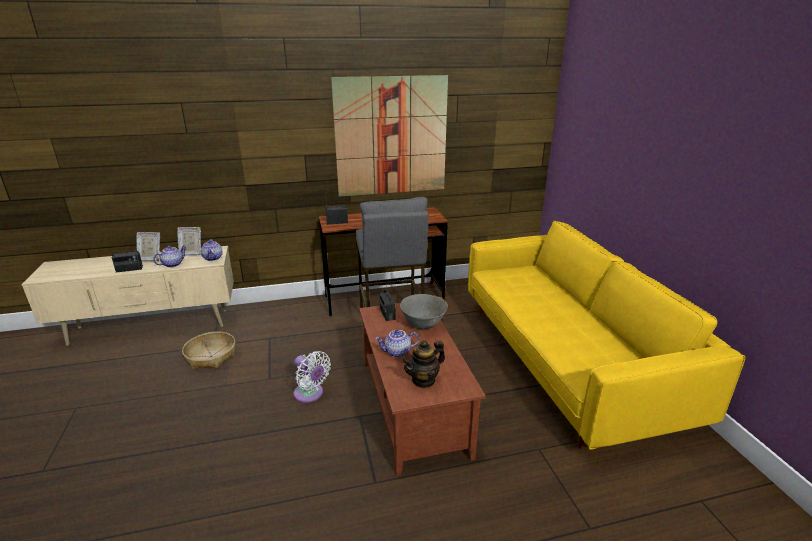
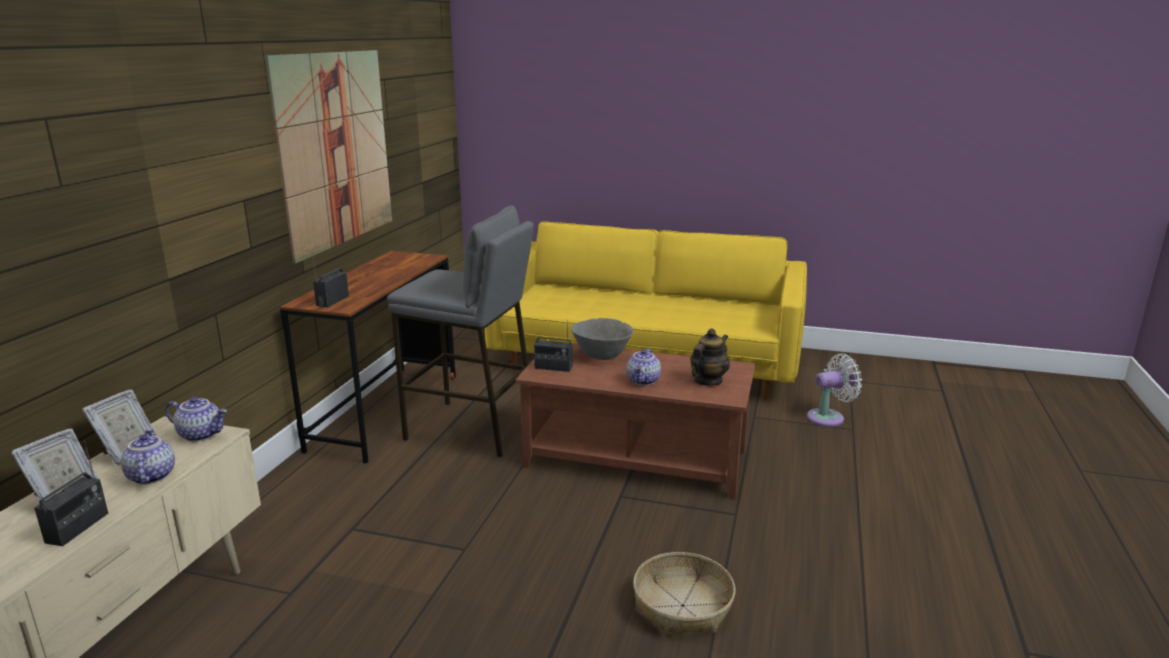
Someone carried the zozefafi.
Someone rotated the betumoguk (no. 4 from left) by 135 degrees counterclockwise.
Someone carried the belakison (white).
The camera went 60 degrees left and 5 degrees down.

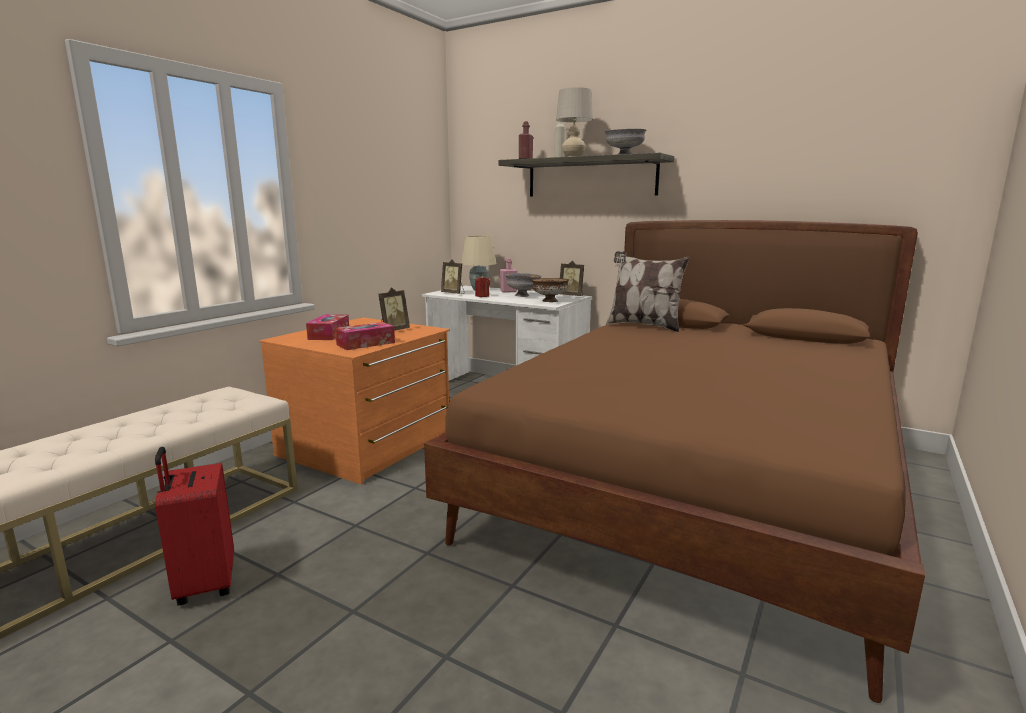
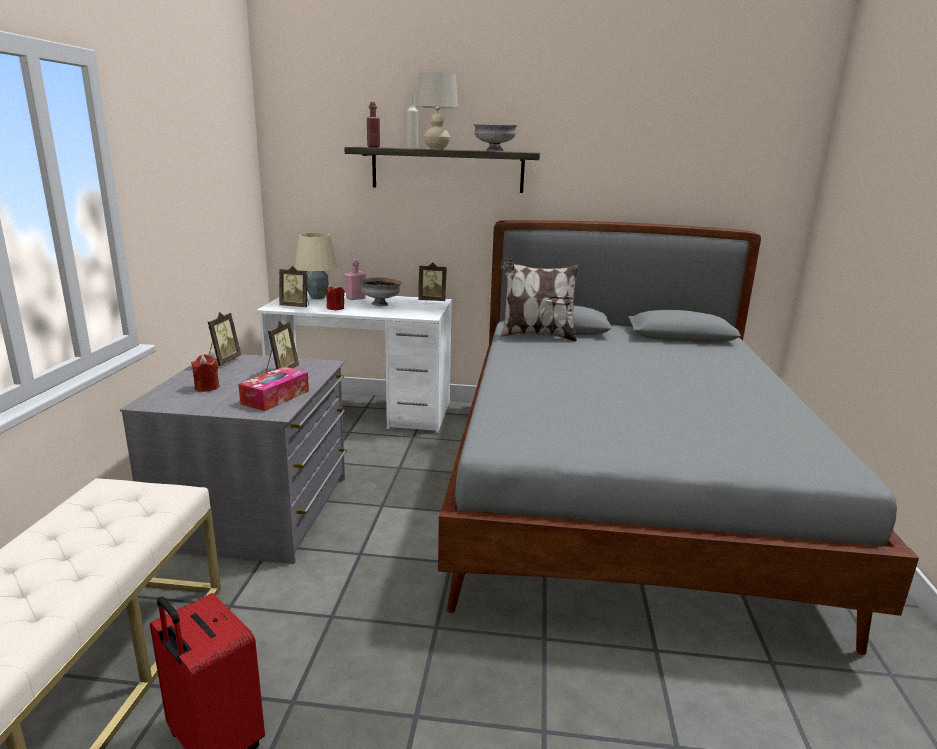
Someone repainted the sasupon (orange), which became the sasupon (grey).
Someone swapped the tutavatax (no. 1 from left) for the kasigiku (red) (no. 1 from left).
Someone put down the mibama (no. 1 from left).
Someone repainted the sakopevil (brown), which became the sakopevil (grey).
Someone took away the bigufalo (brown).
The camera went 25 degrees left and 5 degrees up.

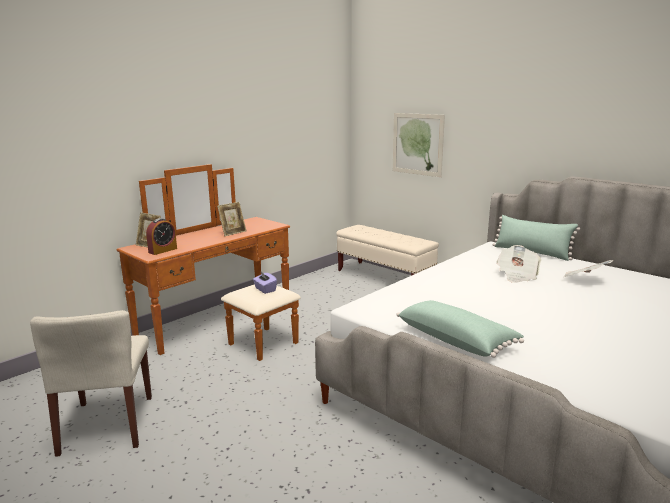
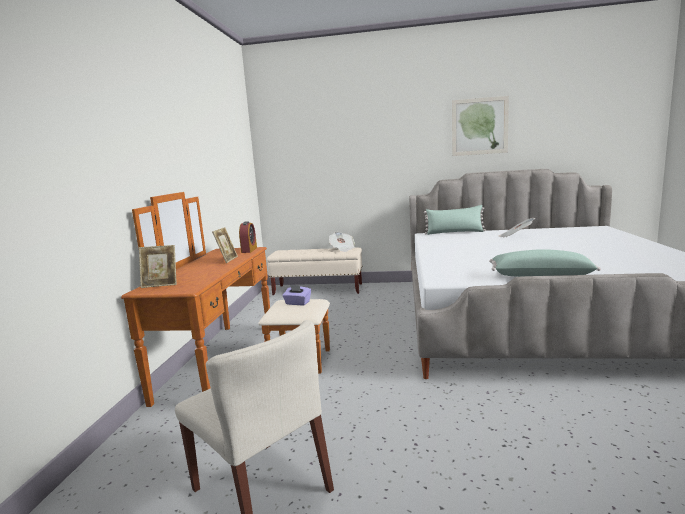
Someone carried the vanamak.
Someone carried the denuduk (no. 1 from left).
Someone carried the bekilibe.
The camera went 35 degrees left and 5 degrees down.

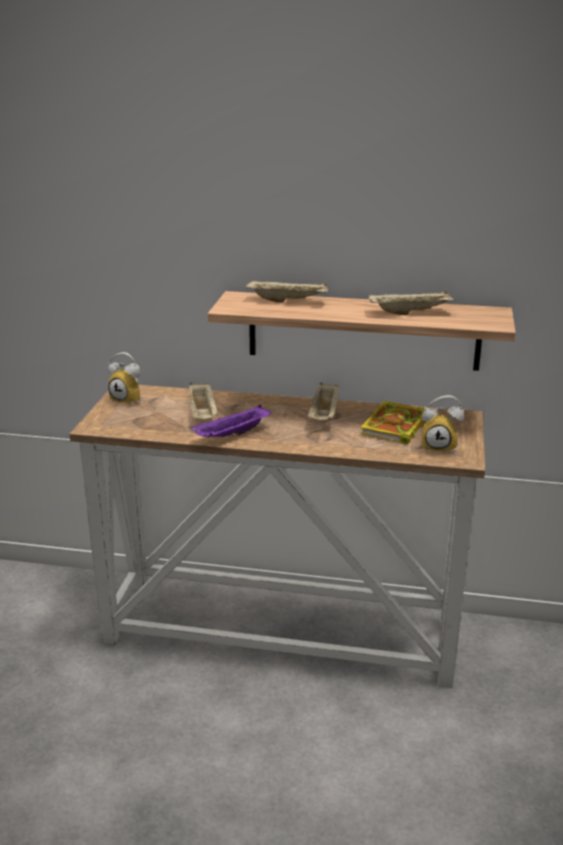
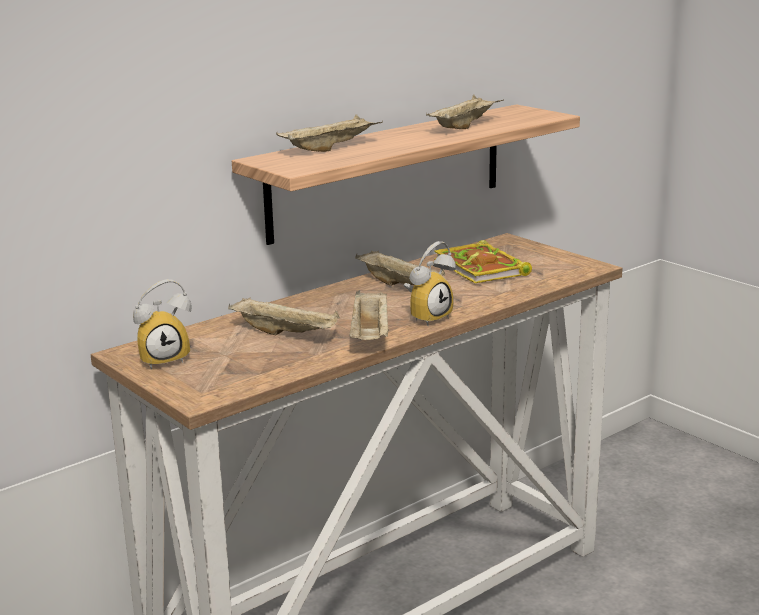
Someone repainted the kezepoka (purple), which became the kezepoka (beige) (no. 3 from left).
Someone carried the vanamak (no. 2 from left).
The camera went 50 degrees left and 5 degrees down.

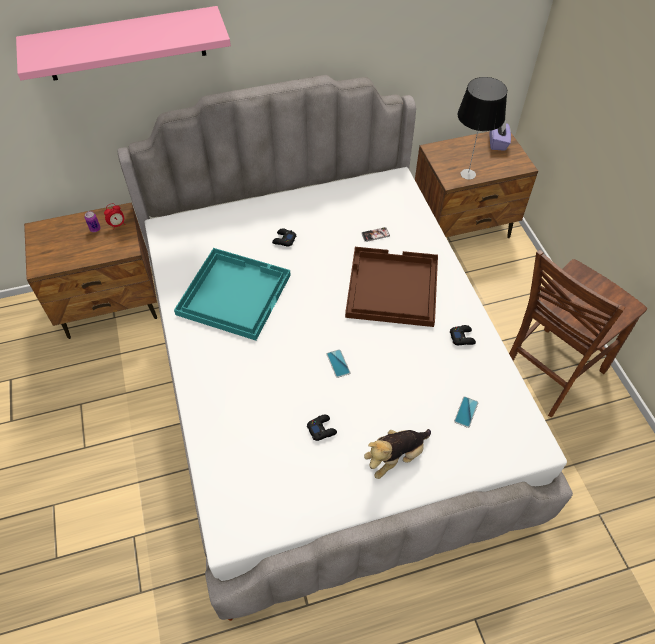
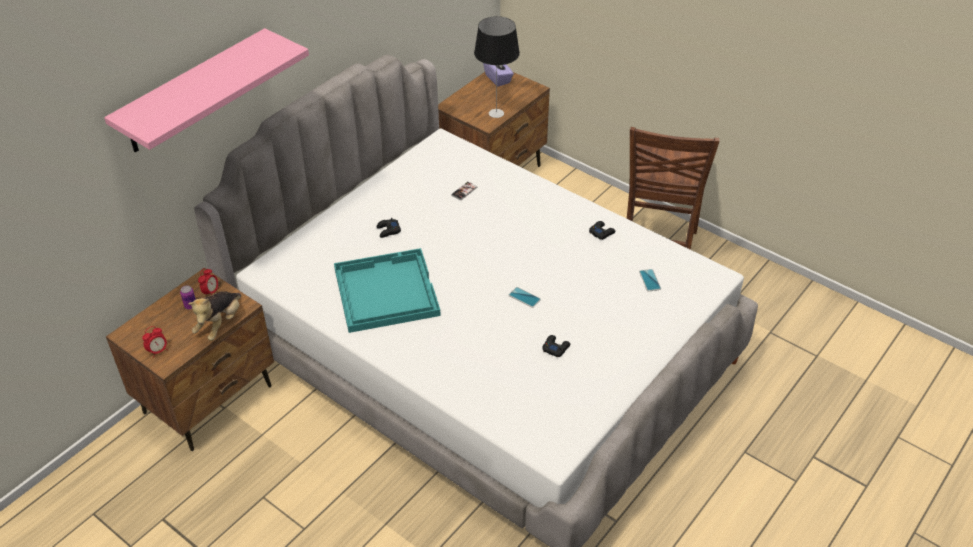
Someone put down the vanamak (no. 1 from left).
Someone carried the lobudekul.
Someone took away the kezepoka (brown).
The camera went 35 degrees left and 10 degrees down.

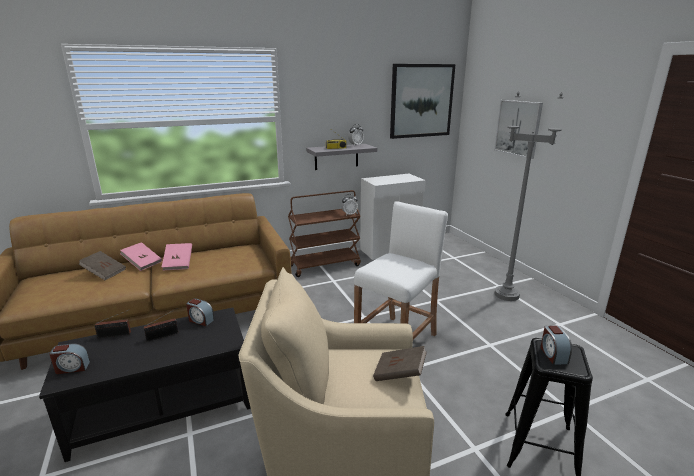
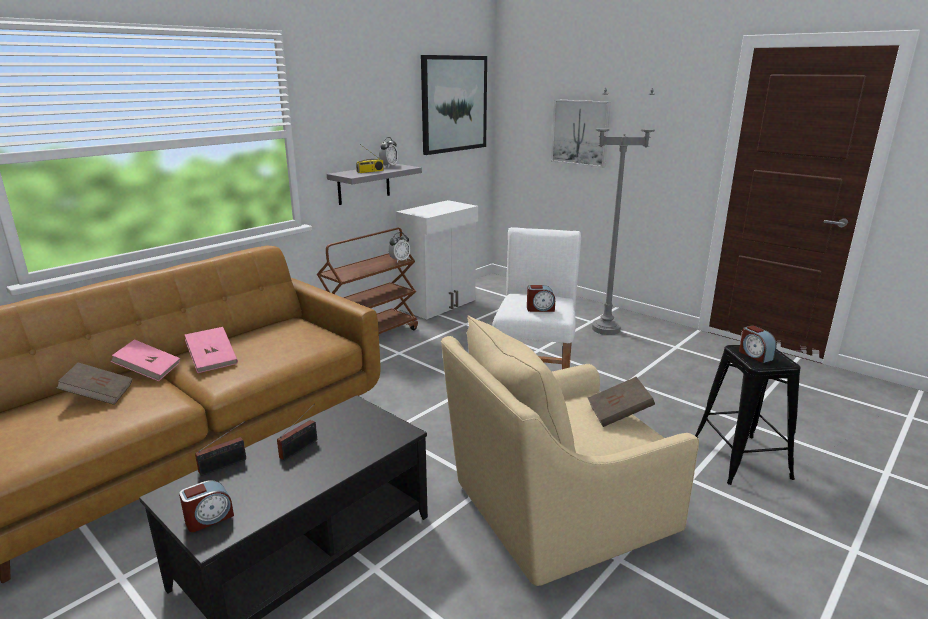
Someone carried the vanamak (no. 2 from left in the first image).
The camera went 25 degrees left and 0 degrees up.

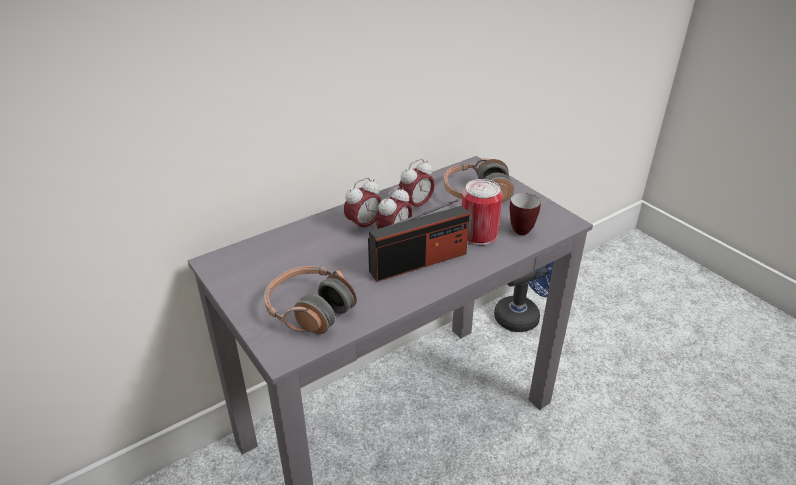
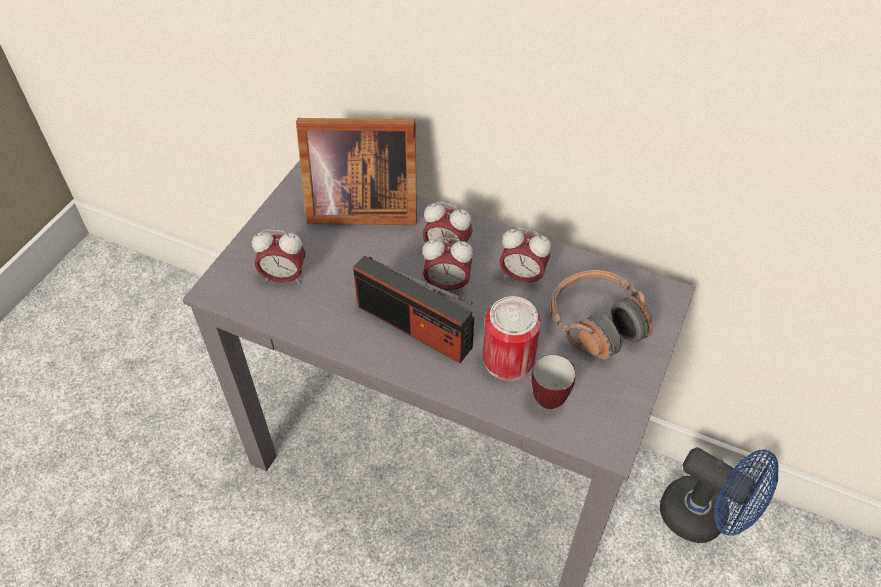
Someone swapped the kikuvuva (no. 1 from left) for the vanamak (no. 1 from left).
Someone put down the mibama.
The camera went 60 degrees right and 15 degrees up.

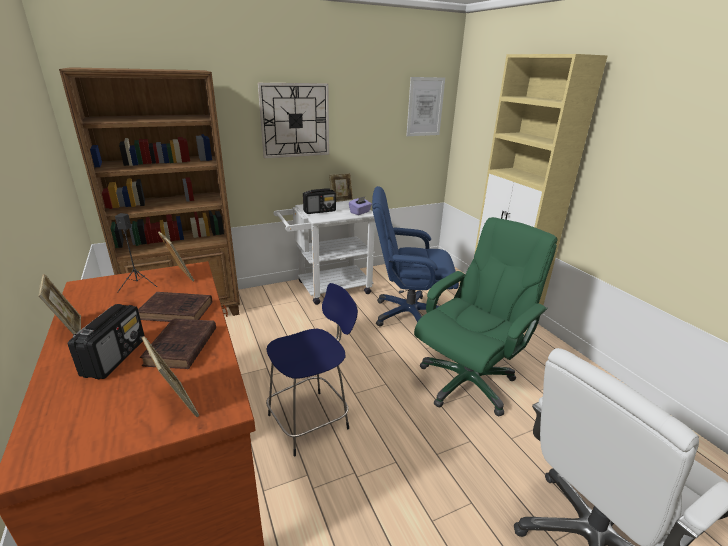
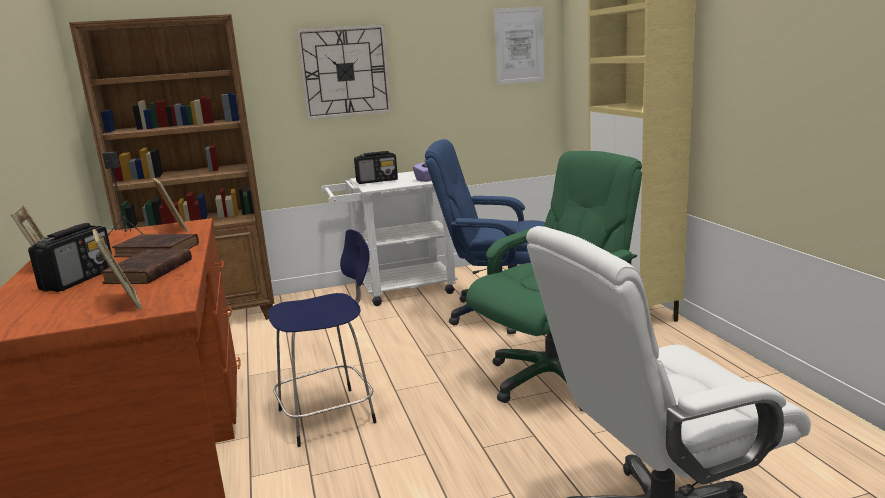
Someone took away the mibama (no. 4 from left).
The camera went 10 degrees right and 10 degrees down.

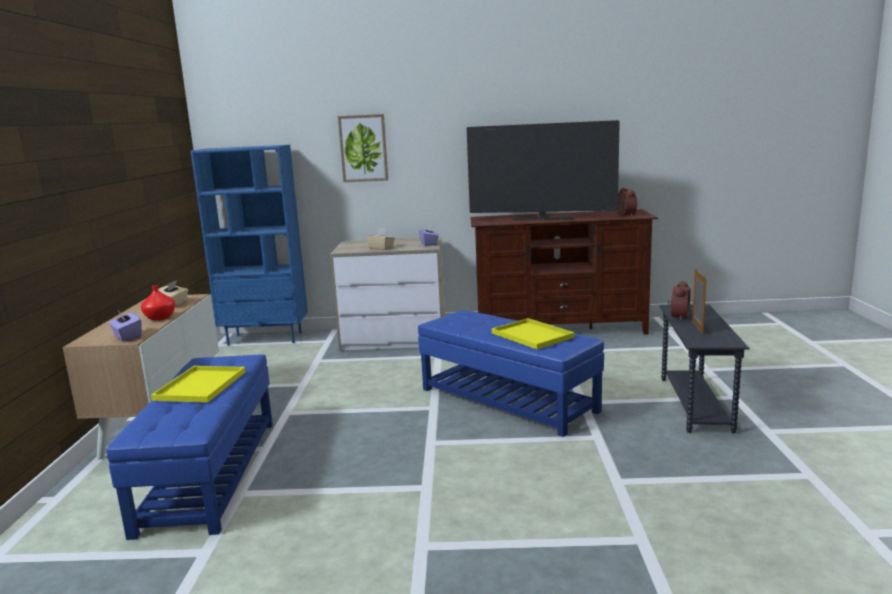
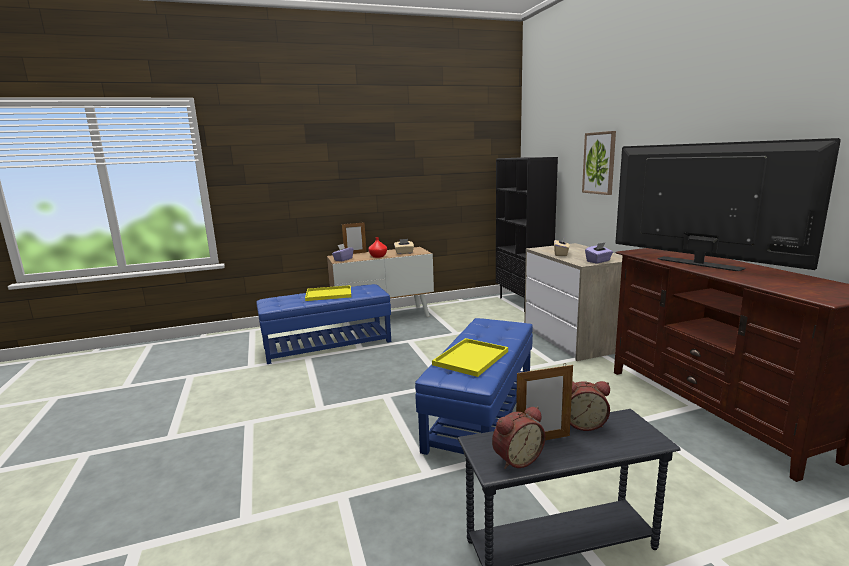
Someone put down the mibama (no. 1 from left).
Someone carried the vanamak (no. 1 from left).
Someone repainted the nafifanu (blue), which became the nafifanu (black).
Someone rotated the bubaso by 150 degrees clockwise.
The camera went 70 degrees right and 0 degrees up.

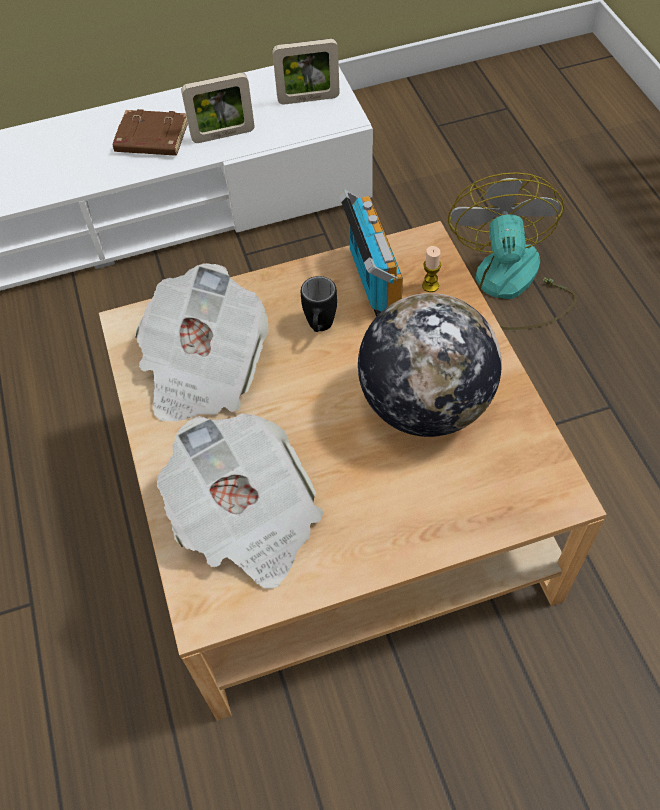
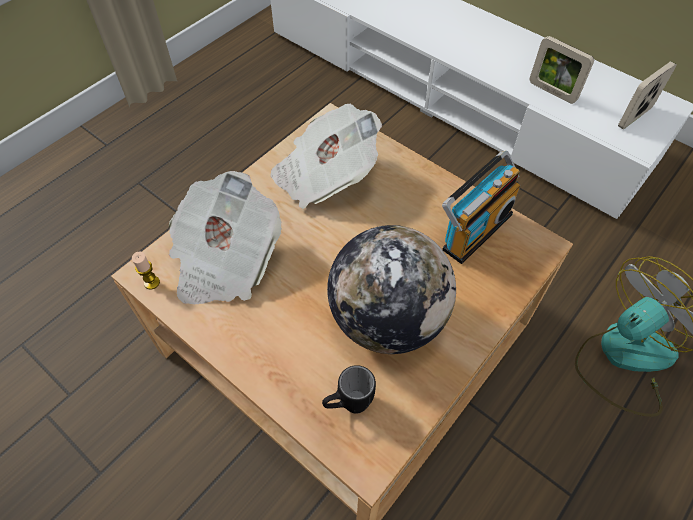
Someone carried the kasigiku.
Someone carried the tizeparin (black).
Someone rotated the mibama (no. 2 from left) by 90 degrees clockwise.
Someone took away the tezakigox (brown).
The camera went 55 degrees right and 0 degrees up.

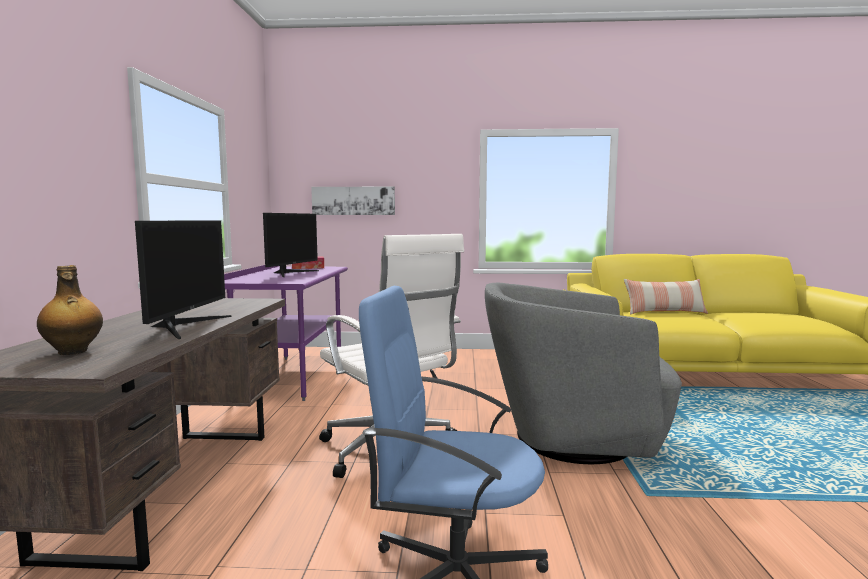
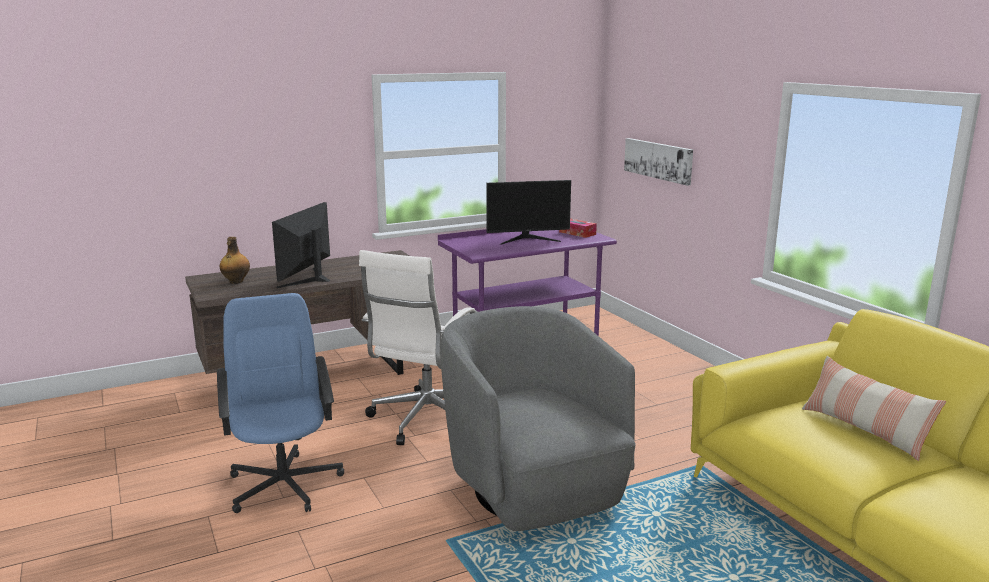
Someone rotated the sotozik (no. 1 from left) by 135 degrees clockwise.
The camera went 60 degrees right and 10 degrees up.

